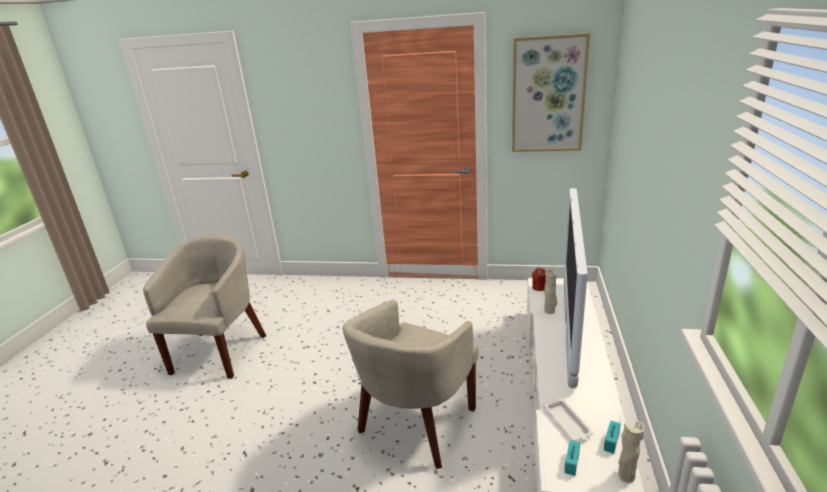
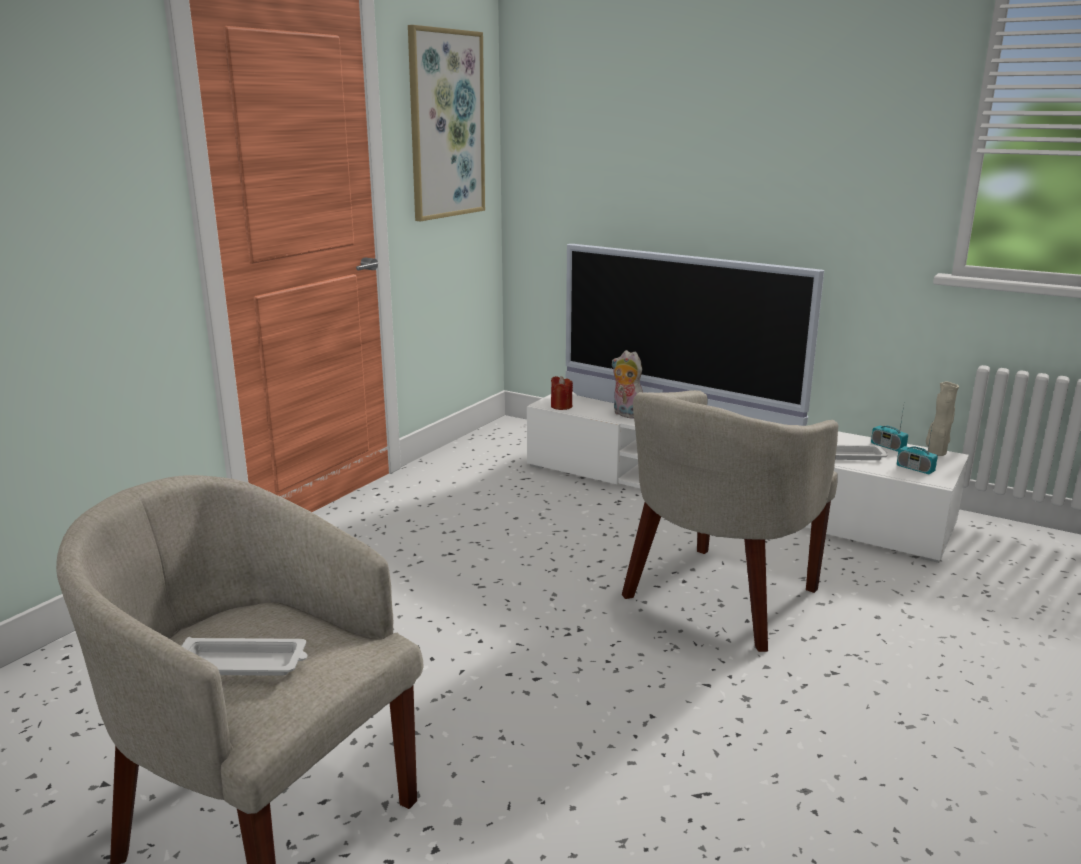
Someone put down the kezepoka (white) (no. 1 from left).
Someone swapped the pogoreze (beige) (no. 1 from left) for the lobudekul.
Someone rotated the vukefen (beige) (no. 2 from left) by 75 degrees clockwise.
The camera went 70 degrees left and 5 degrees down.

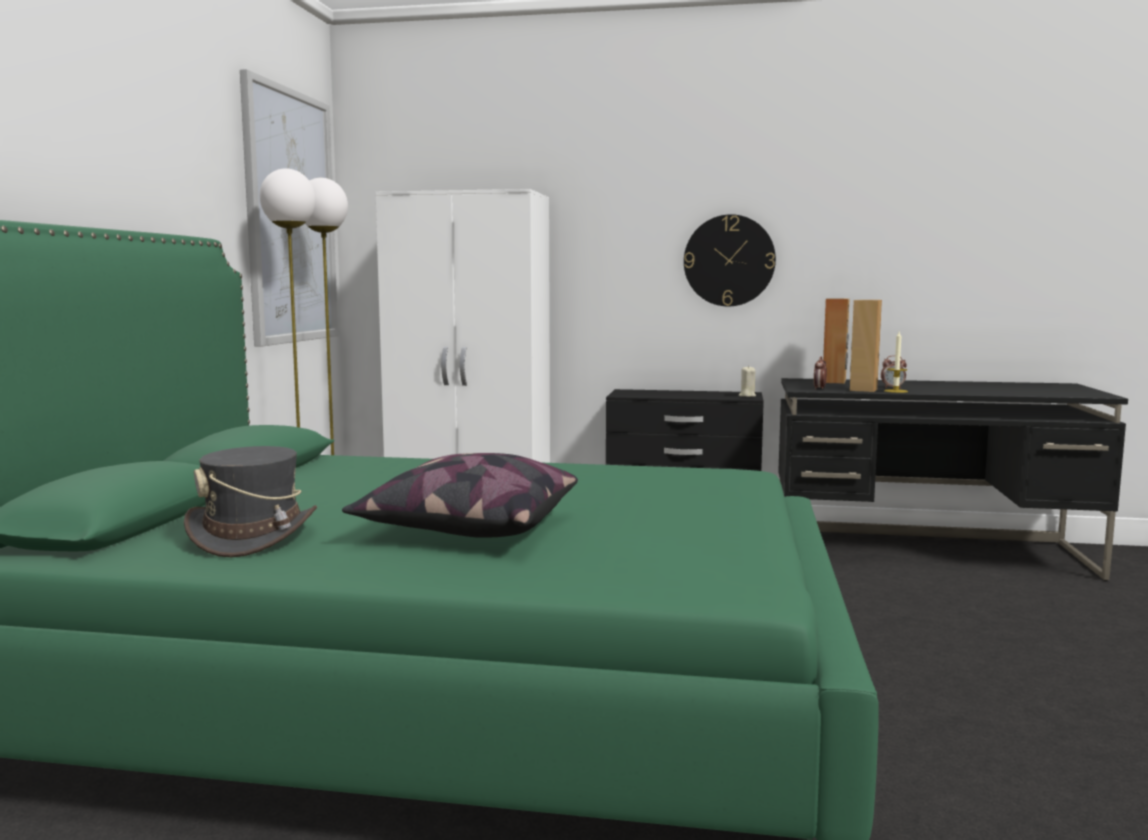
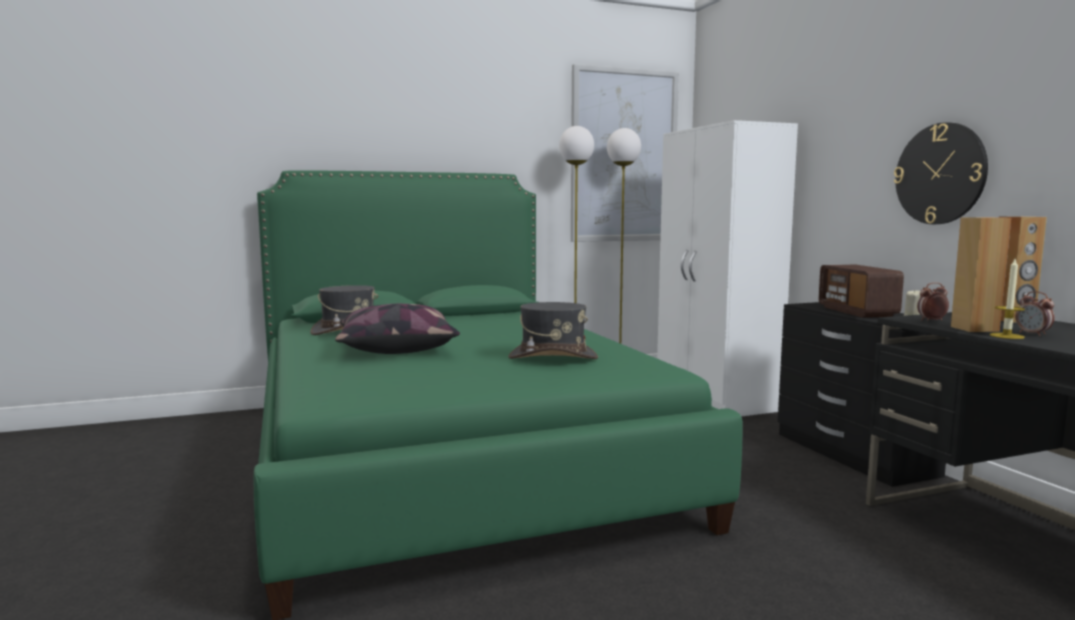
Someone put down the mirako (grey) (no. 2 from left).
Someone put down the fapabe.
The camera went 60 degrees right and 0 degrees up.

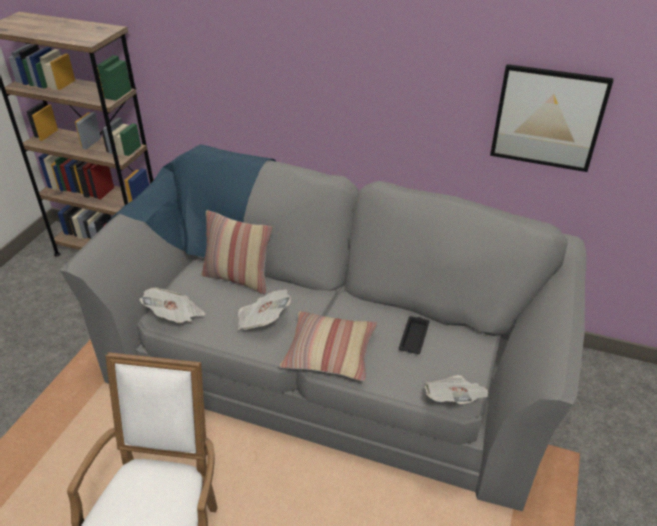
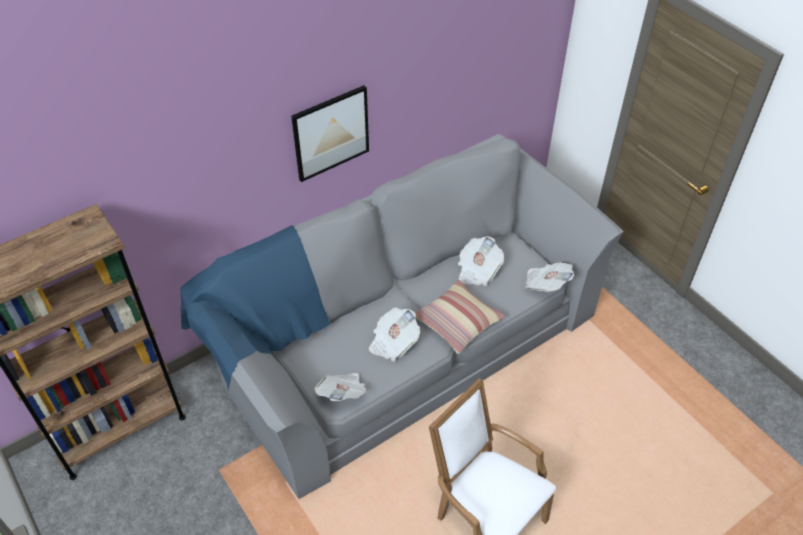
Someone carried the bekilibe.
Someone swapped the kezepoka (black) for the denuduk (no. 3 from left).
Someone took away the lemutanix (no. 1 from left).
The camera went 55 degrees left and 10 degrees up.

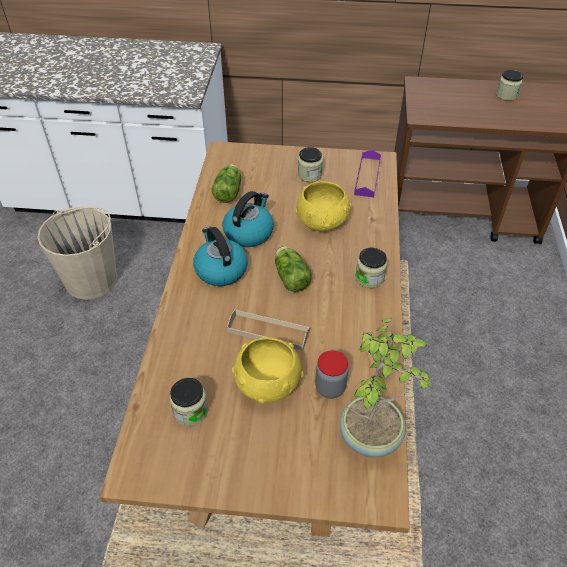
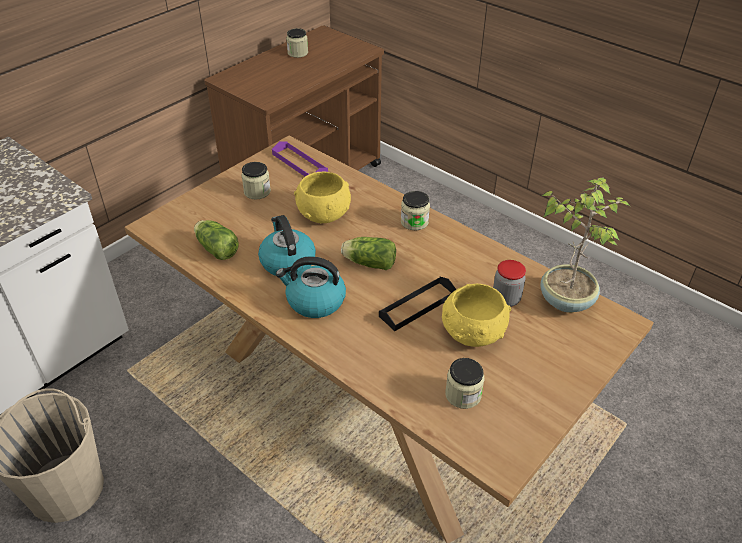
Someone repainted the kezepoka (beige), which became the kezepoka (black).
The camera went 55 degrees left and 5 degrees down.

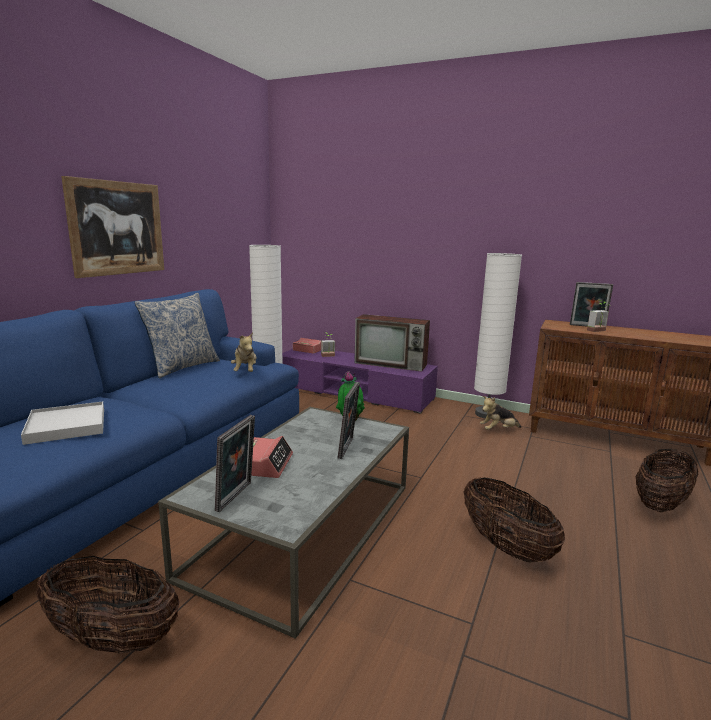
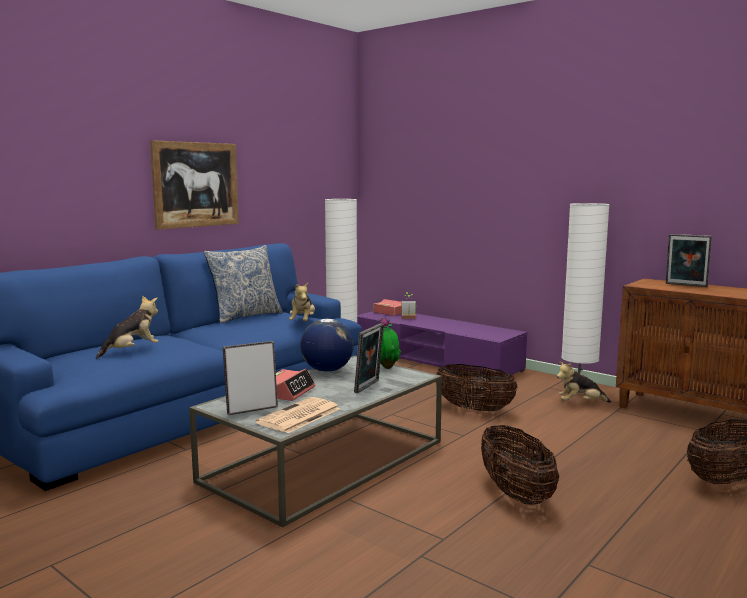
Someone swapped the kezepoka (white) for the lobudekul (no. 1 from left).
Someone rotated the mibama (no. 1 from left) by 150 degrees counterclockwise.
Someone put down the denuduk.
Someone put down the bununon.
Someone carried the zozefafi (no. 1 from left).
Someone took away the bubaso.
Someone took away the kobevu (no. 3 from left).
The camera went 15 degrees right and 5 degrees down.

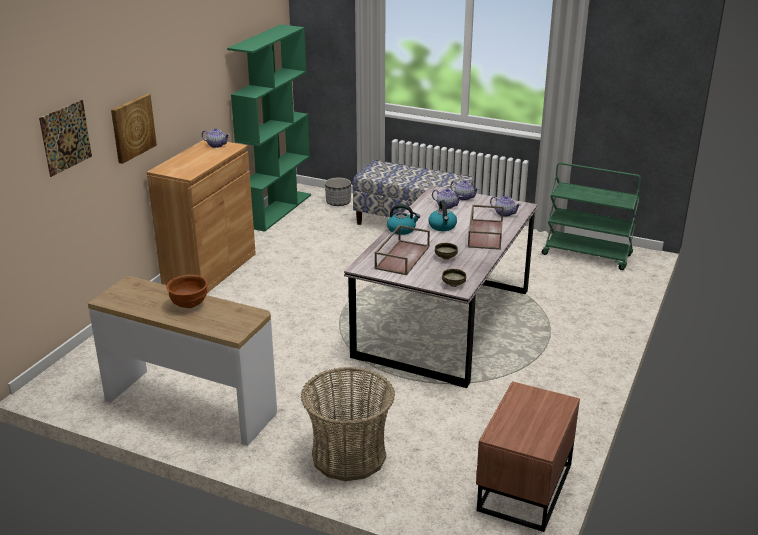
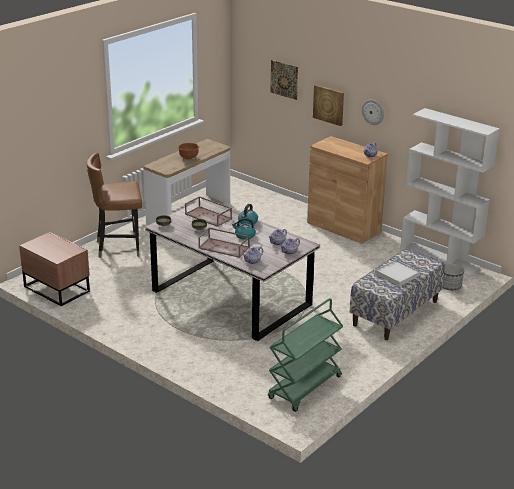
Someone swapped the zozefafi for the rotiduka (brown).
Someone put up the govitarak.
Someone put down the kezepoka (white).
Someone repainted the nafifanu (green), which became the nafifanu (white).
The camera went 105 degrees right and 0 degrees up.

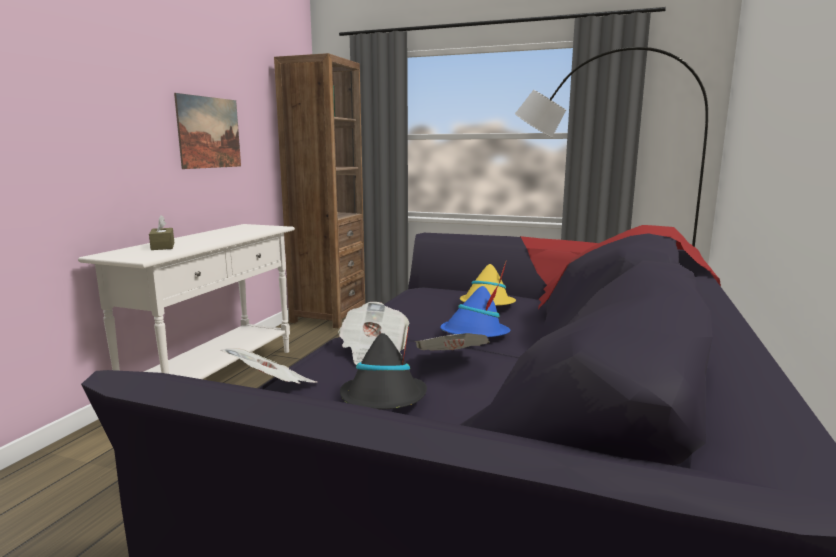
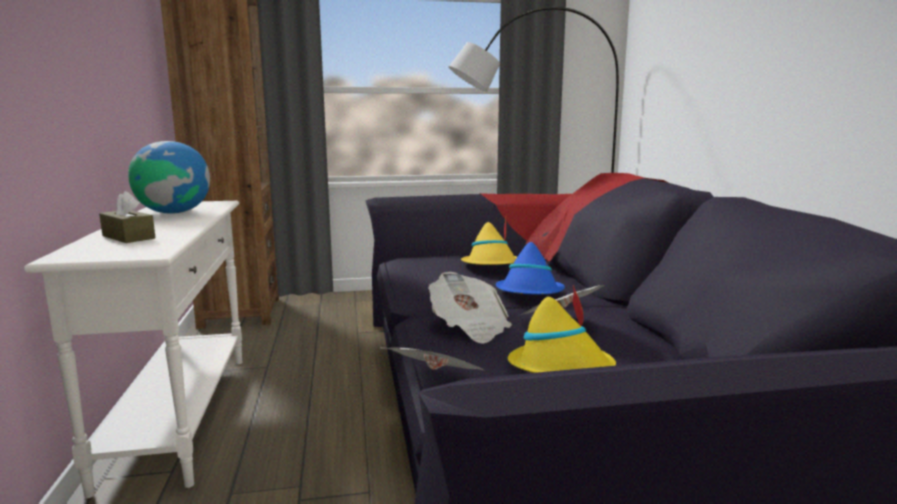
Someone put down the bununon.
Someone repainted the mirako (black), which became the mirako (yellow) (no. 2 from left).
Someone took away the bekilibe.
The camera went 30 degrees left and 0 degrees up.

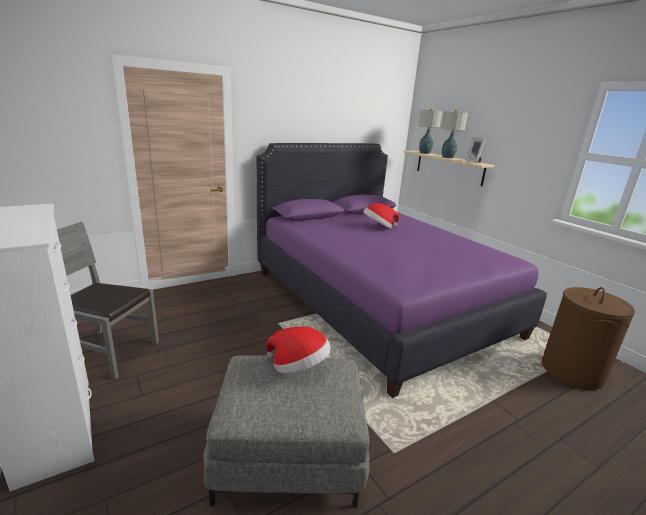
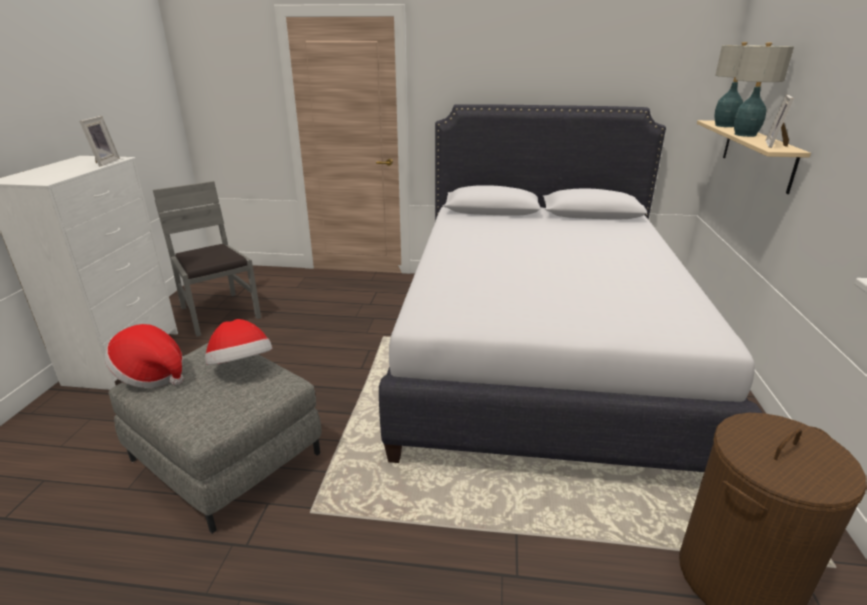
Someone put down the mibama (no. 1 from left).
Someone carried the mirako (no. 2 from left in the first image).
Someone repainted the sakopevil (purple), which became the sakopevil (white).
The camera went 40 degrees right and 5 degrees up.

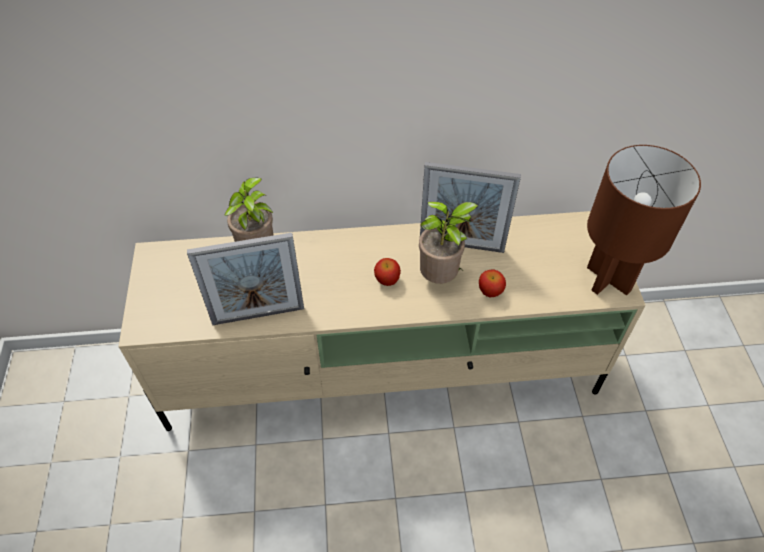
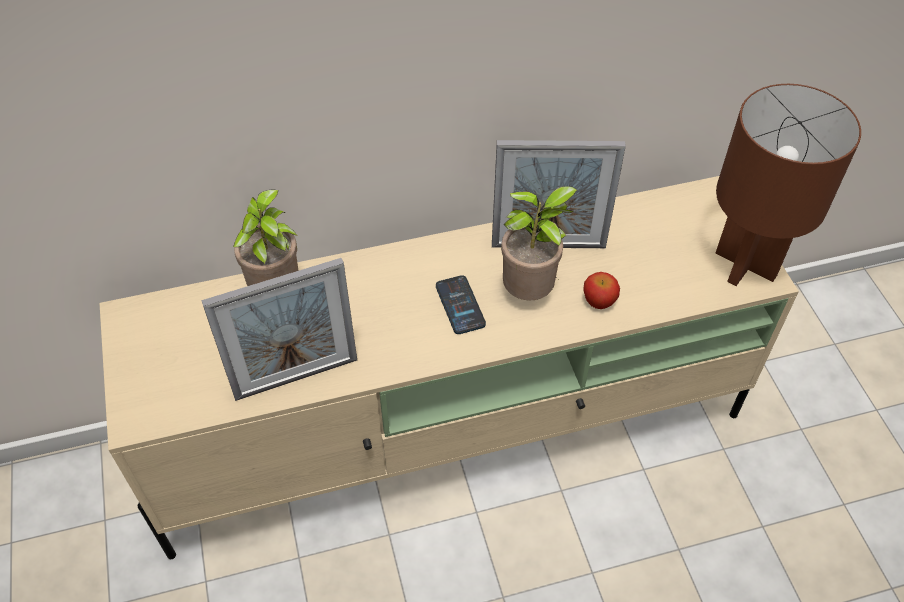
Someone swapped the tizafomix (no. 1 from left) for the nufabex.
The camera went 10 degrees left and 0 degrees up.

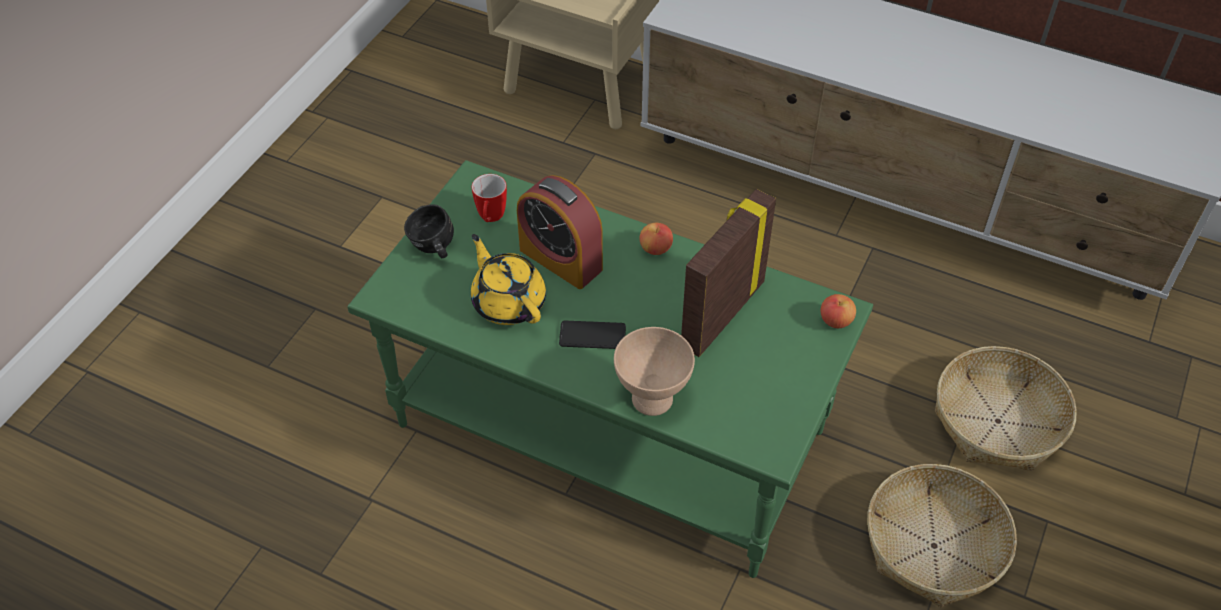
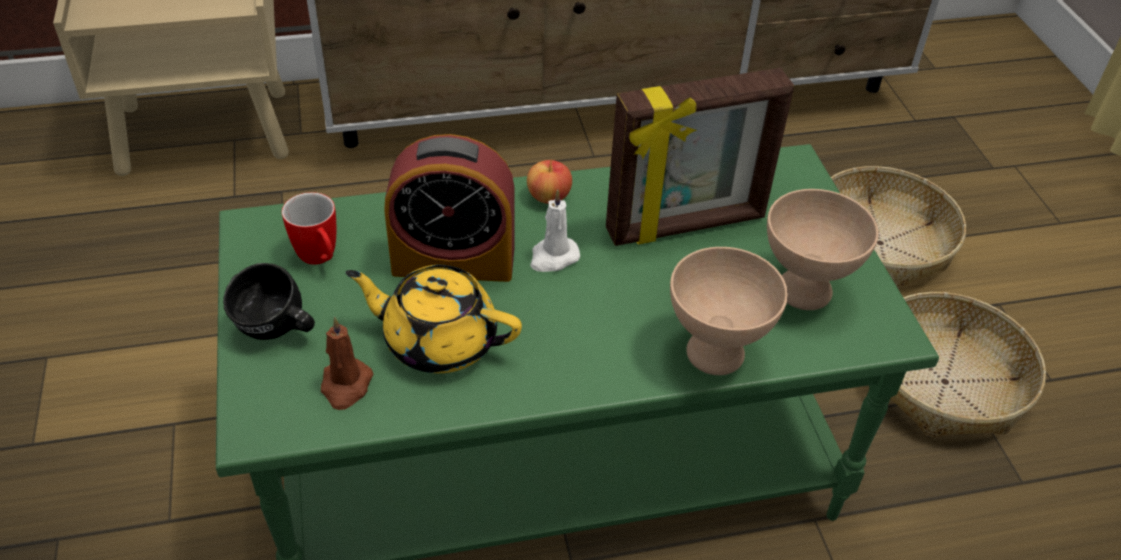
Someone put down the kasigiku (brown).
Someone put down the kasigiku (white).
Someone rotated the mibama by 105 degrees counterclockwise.
Someone put down the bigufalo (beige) (no. 2 from left).
Someone took away the nufabex.
Someone took away the tizafomix (no. 2 from left).
The camera went 40 degrees left and 5 degrees down.

